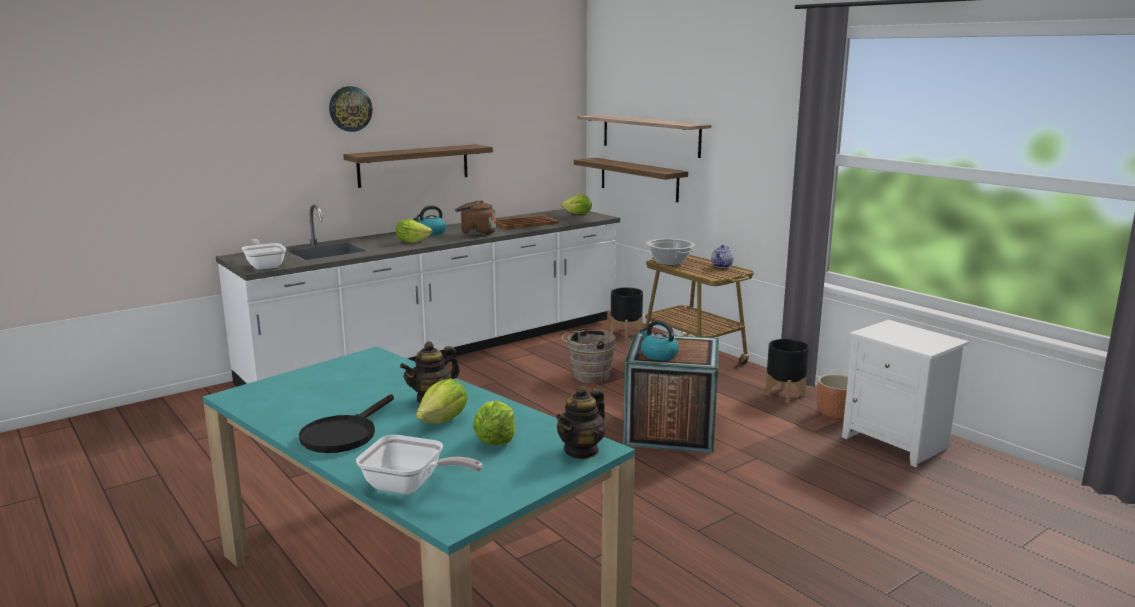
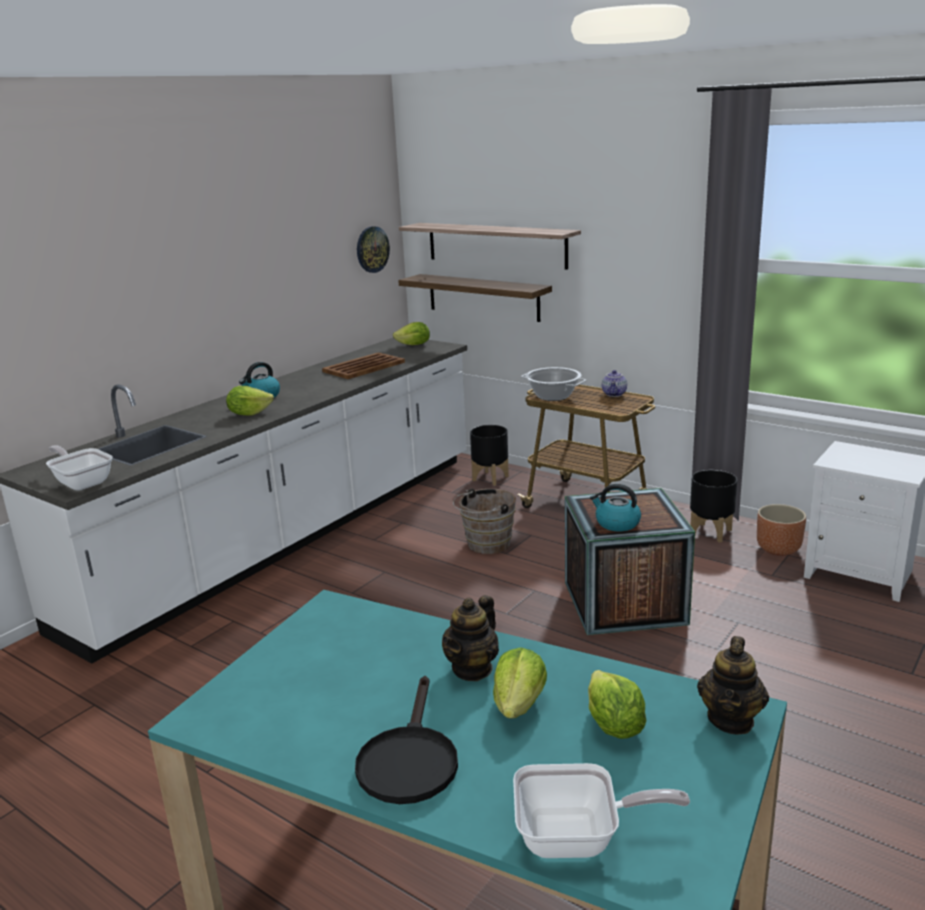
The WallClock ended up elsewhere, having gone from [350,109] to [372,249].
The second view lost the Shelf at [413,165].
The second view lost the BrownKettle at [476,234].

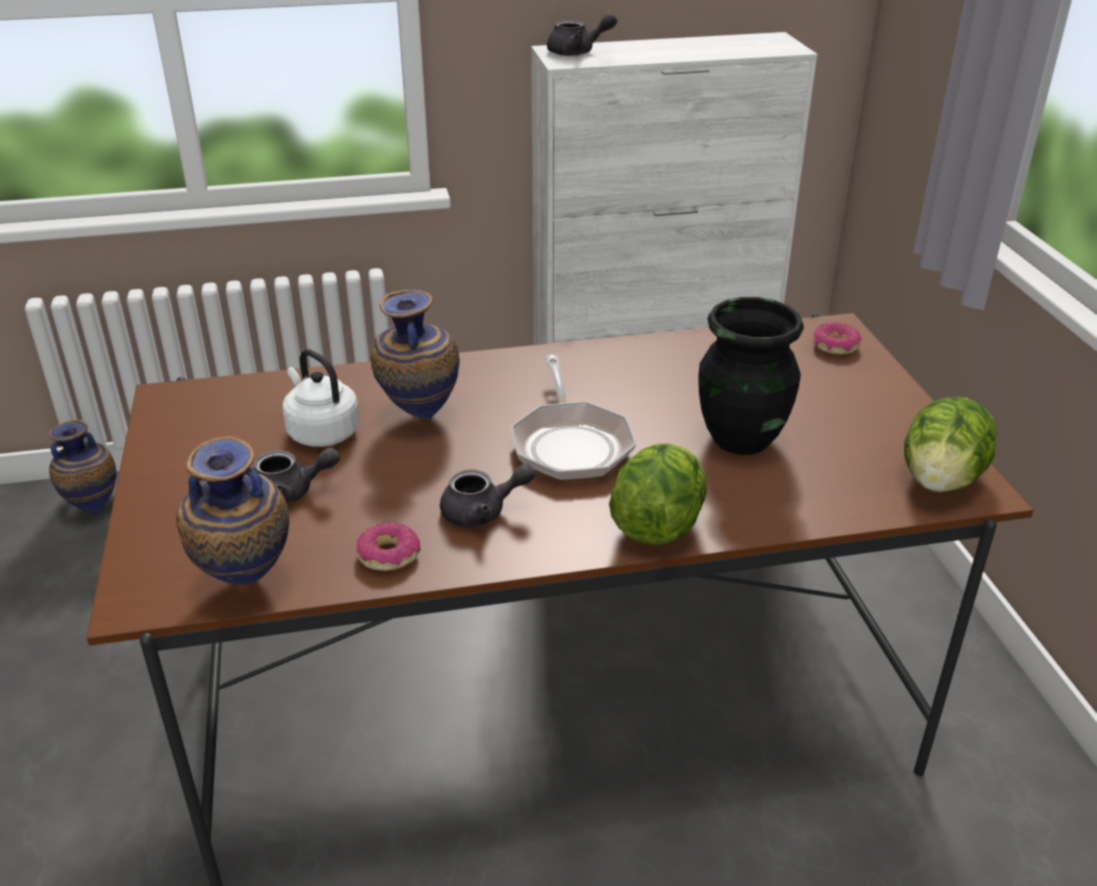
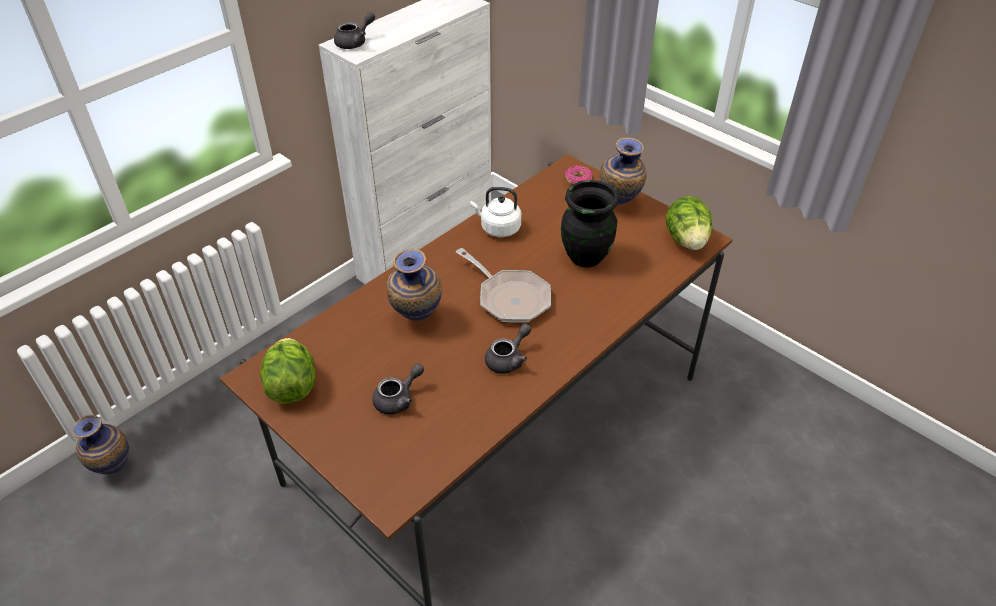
The Lettuce ended up elsewhere, having gone from [657,525] to [292,386].
The WhiteKettle ended up elsewhere, having gone from [321,432] to [498,228].
The Vase ended up elsewhere, having gone from [245,586] to [619,205].
The second view lost the Donut at [388,555].

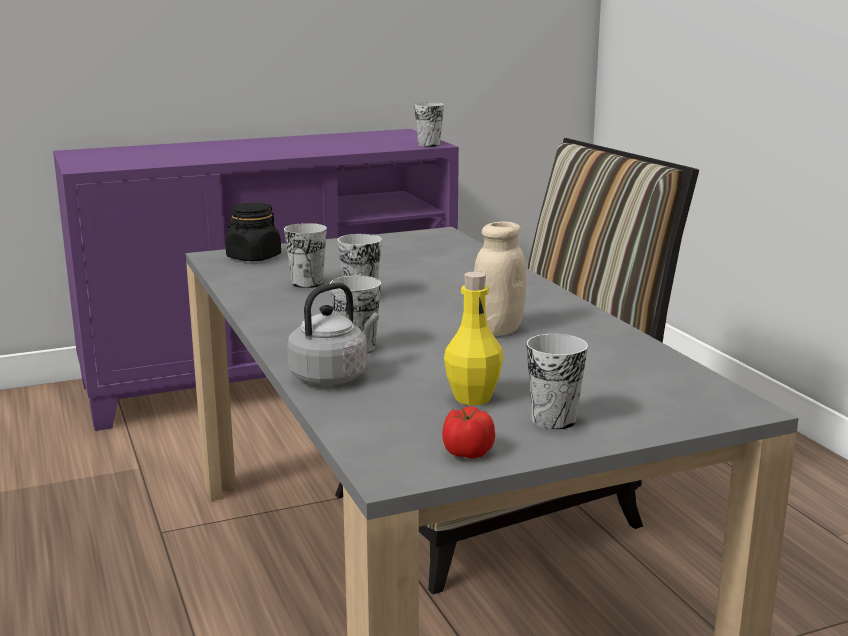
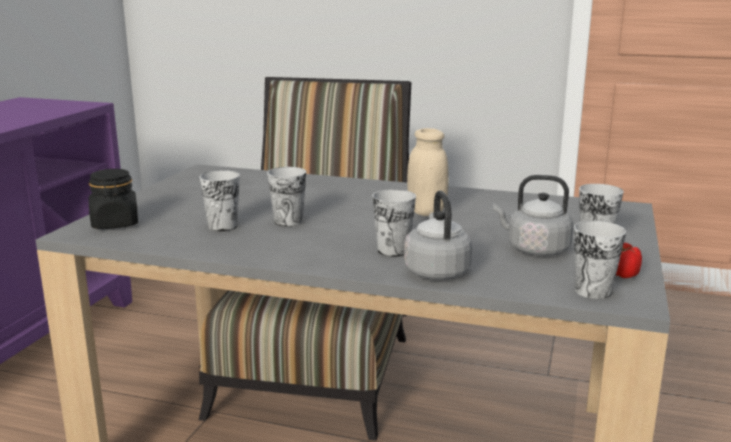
Where the YellowBottle stood at [473,398], the GreyKettle came to stand at [534,249].
The Cup ended up elsewhere, having gone from [429,145] to [593,291].

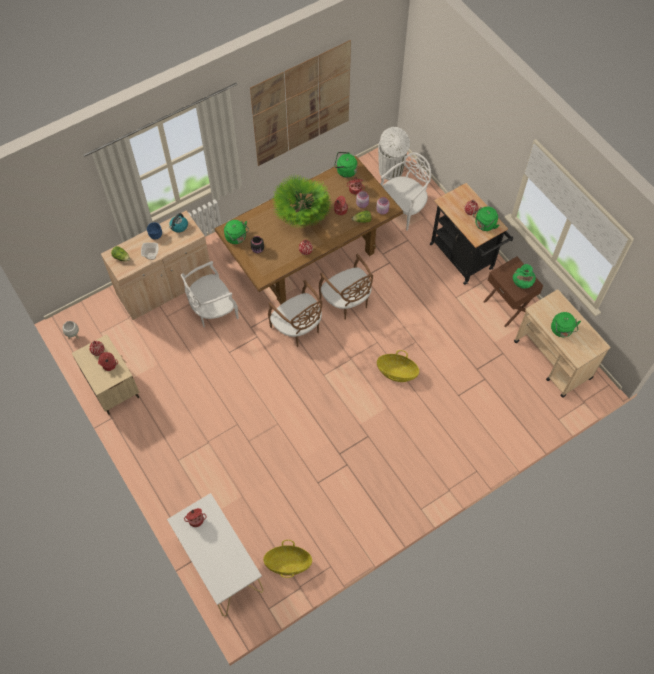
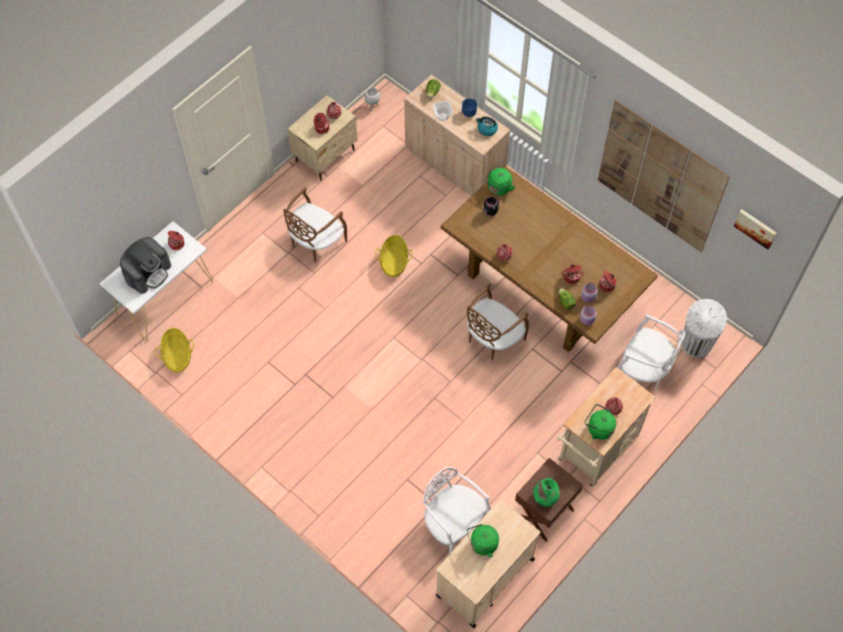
The second view gained the CoffeeMachine at [148,272].
The BrownChair ended up elsewhere, having gone from [298,328] to [315,242].
The Basket ended up elsewhere, having gone from [397,372] to [394,262].
The WhiteChair ended up elsewhere, having gone from [212,310] to [453,523].
What was the BlackCart at [464,259] turned into the BeigeCart at [595,452].
The second view gained the Picture at [756,228].
The second view lost the PottedPlant at [302,218].
The second view lost the GreenKettle at [345,171].

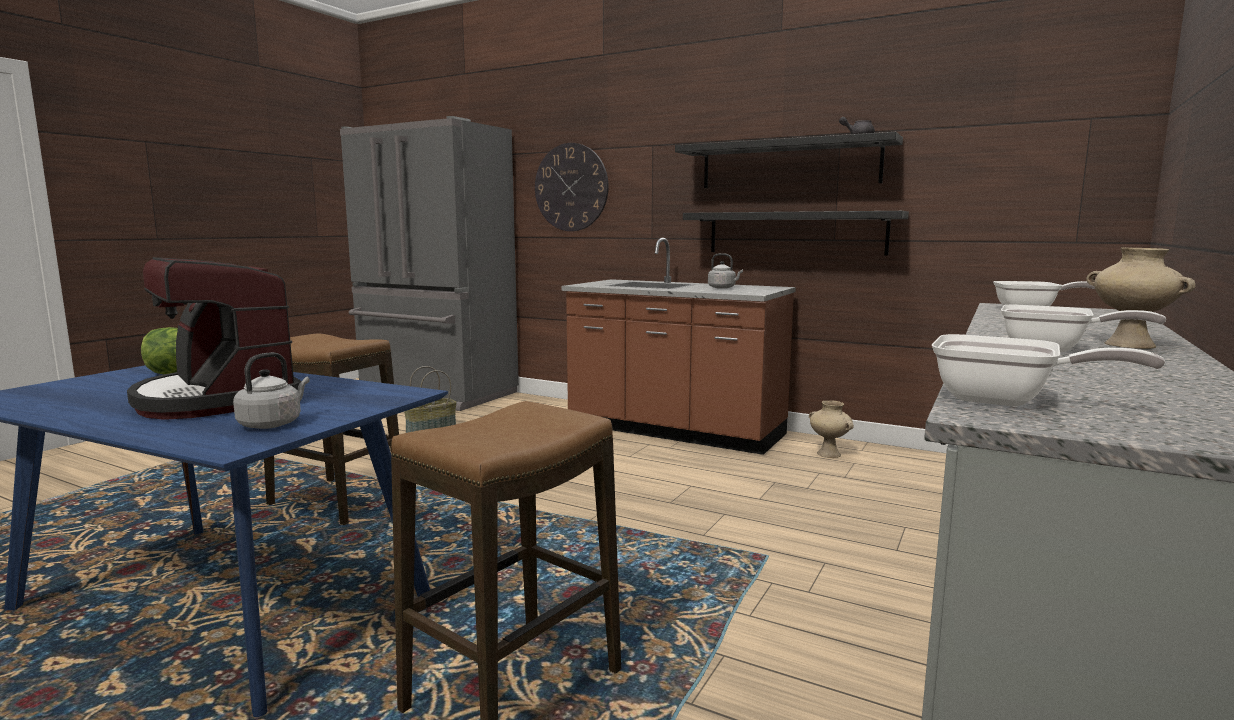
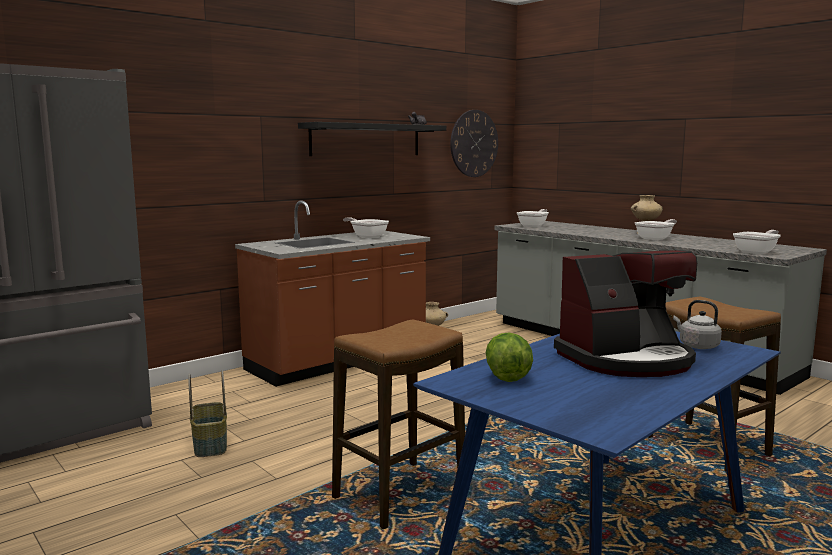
Where the GreyKettle stood at [723,288], the FryingPan came to stand at [367,236].
The WallClock ended up elsewhere, having gone from [571,187] to [474,143].
The second view lost the BlackShelf at [795,233].

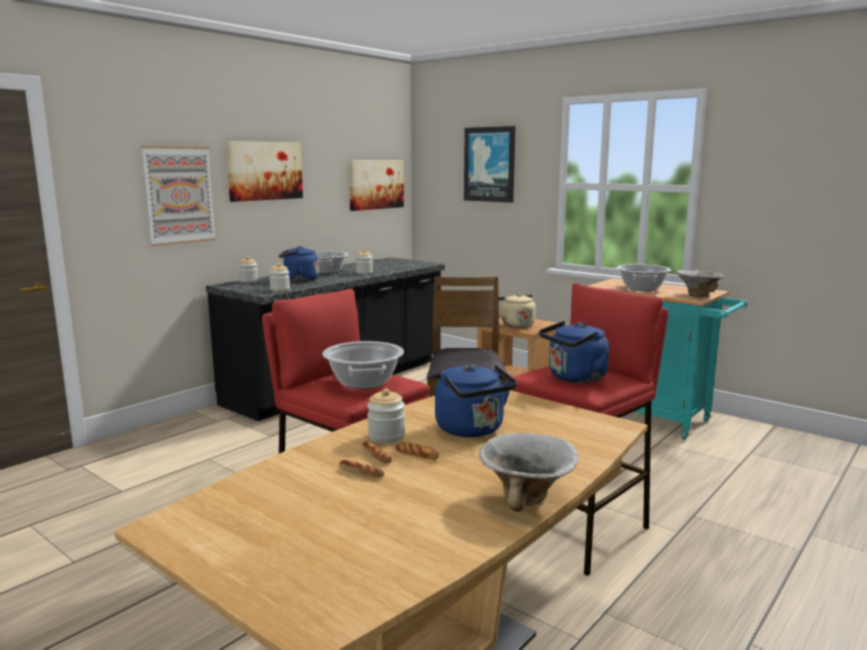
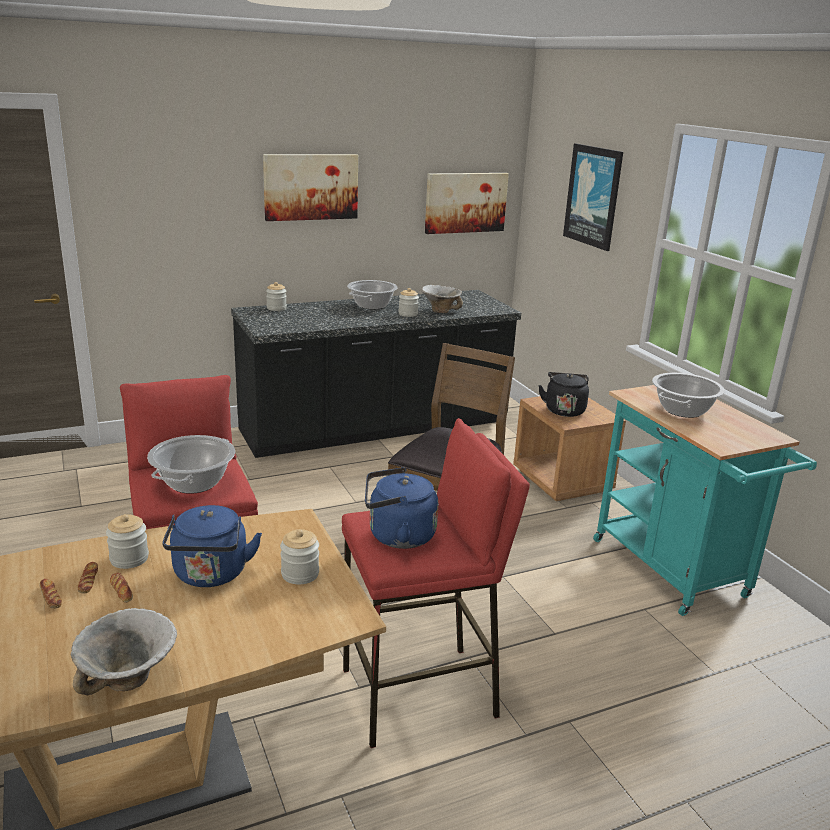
The Jar ended up elsewhere, having gone from [280,289] to [300,574].
The Bowl ended up elsewhere, having gone from [697,295] to [440,311].
What was the BeigeKettle at [516,325] turned into the BlackKettle at [564,410].
The second view lost the Picture at [179,195].
The second view lost the BlueKettle at [299,280].

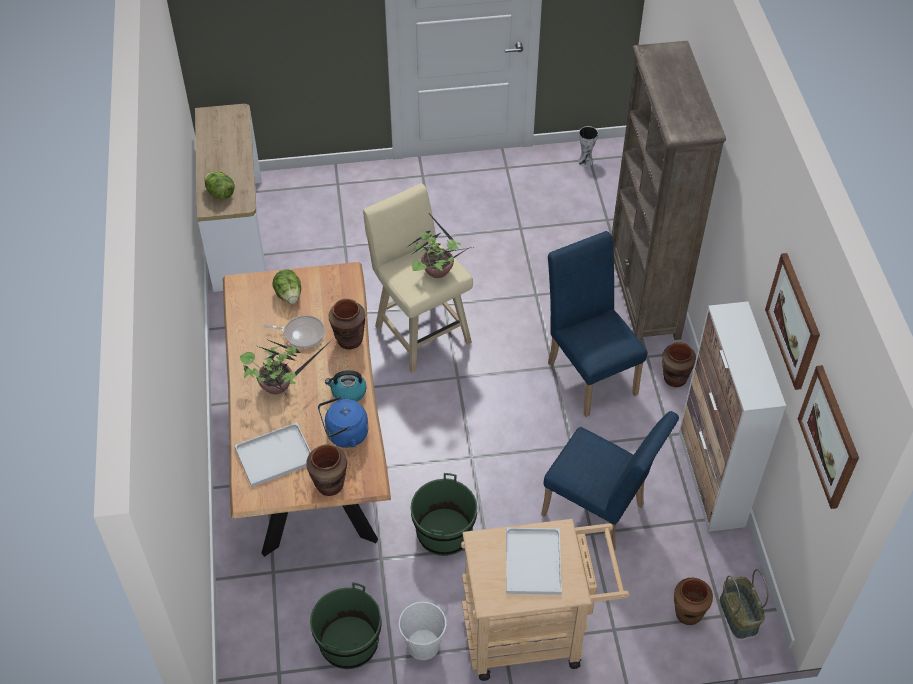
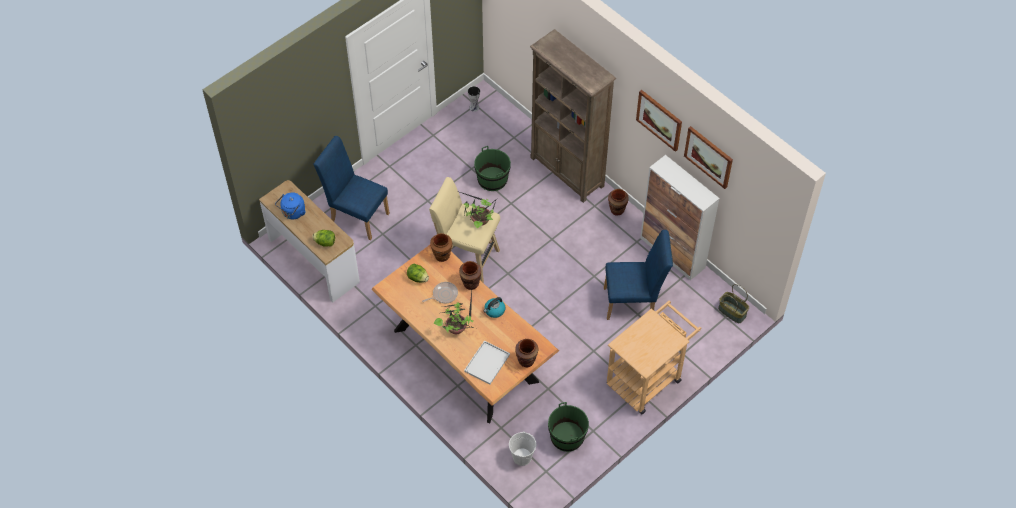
The BlueKettle ended up elsewhere, having gone from [344,435] to [292,213].
The BlueChair ended up elsewhere, having gone from [589,372] to [356,215].
The BrownVase ended up elsewhere, having gone from [688,614] to [442,256].
The GreenBucket ended up elsewhere, having gone from [444,532] to [492,179].
The WhiteBucket ended up elsewhere, having gone from [423,645] to [522,457].
The Picture ended up elsewhere, having gone from [829,436] to [659,119].
The second view lost the WhiteTray at [532,560].

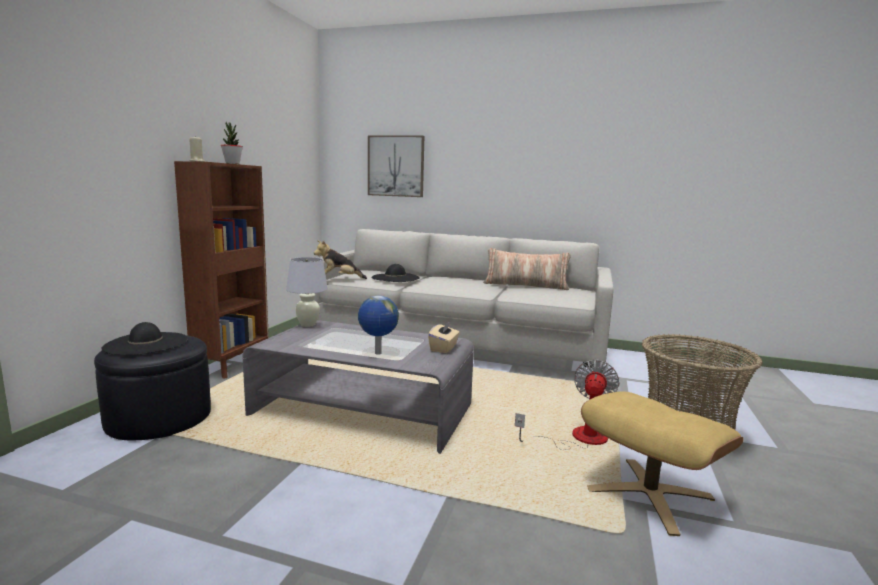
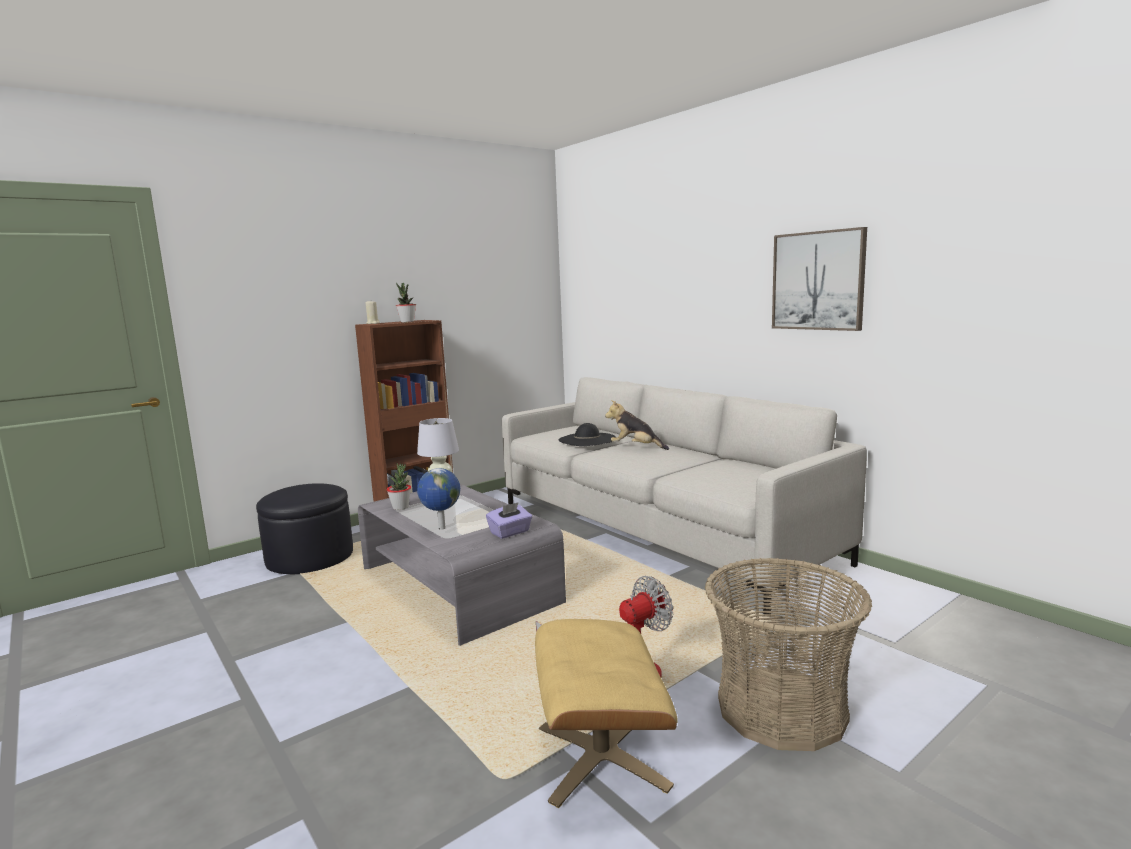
The second view gained the PottedPlant at [400,507].
What was the BeigeTissueBox at [443,348] turned into the PurpleTissueBox at [510,532].
The PlushToy ended up elsewhere, having gone from [339,279] to [635,447].
The Picture ended up elsewhere, having gone from [396,166] to [818,281].
The second view lost the BlackHat at [146,343].
The second view lost the Pillow at [525,285].

